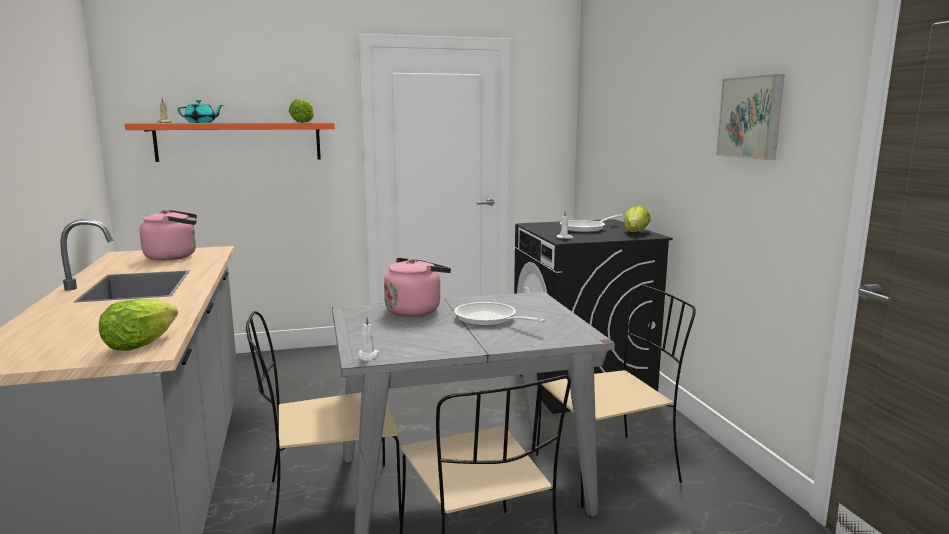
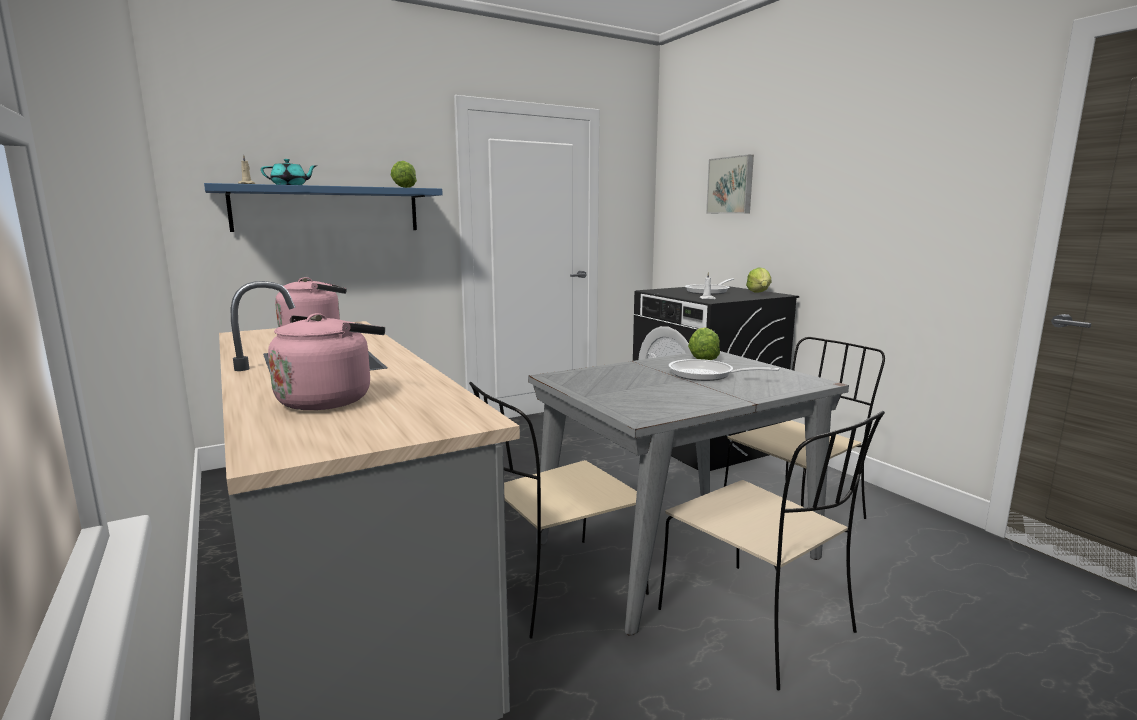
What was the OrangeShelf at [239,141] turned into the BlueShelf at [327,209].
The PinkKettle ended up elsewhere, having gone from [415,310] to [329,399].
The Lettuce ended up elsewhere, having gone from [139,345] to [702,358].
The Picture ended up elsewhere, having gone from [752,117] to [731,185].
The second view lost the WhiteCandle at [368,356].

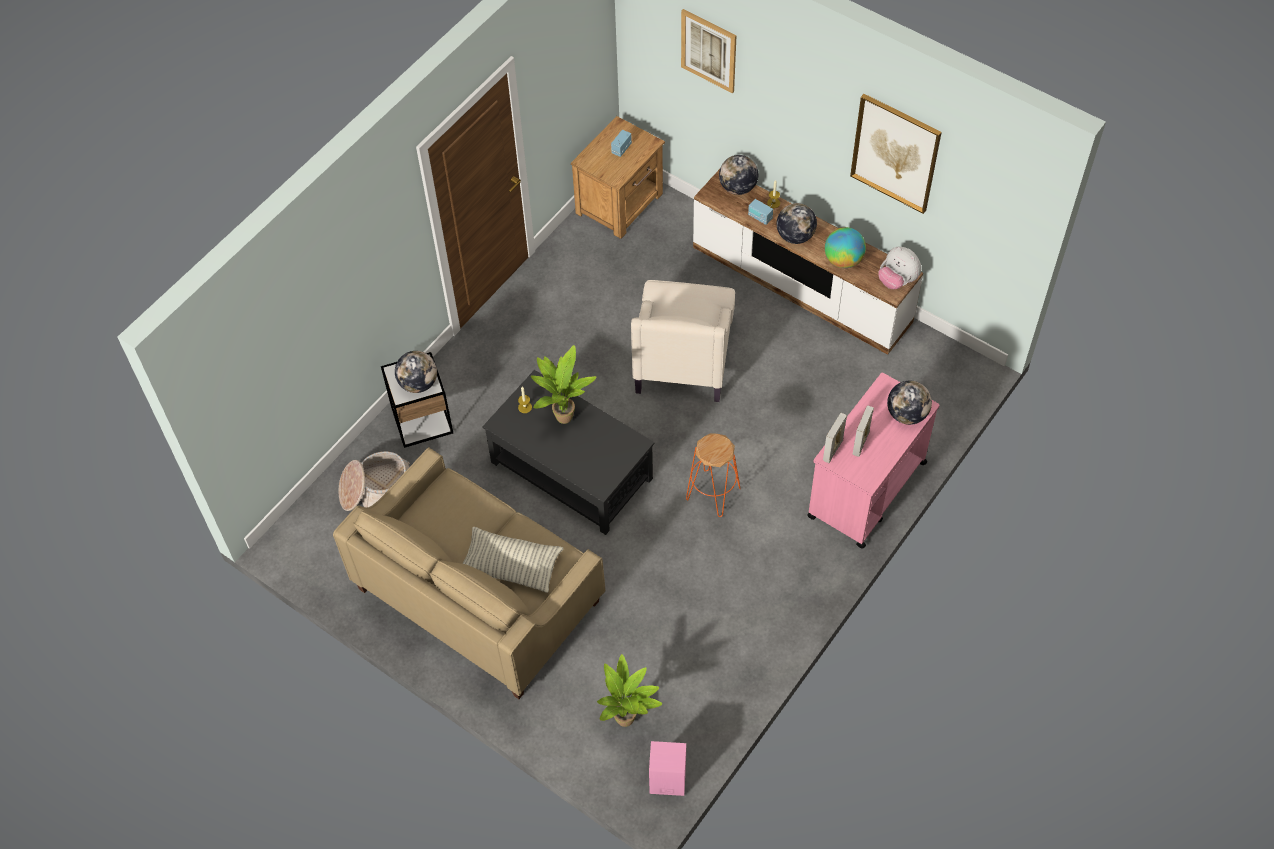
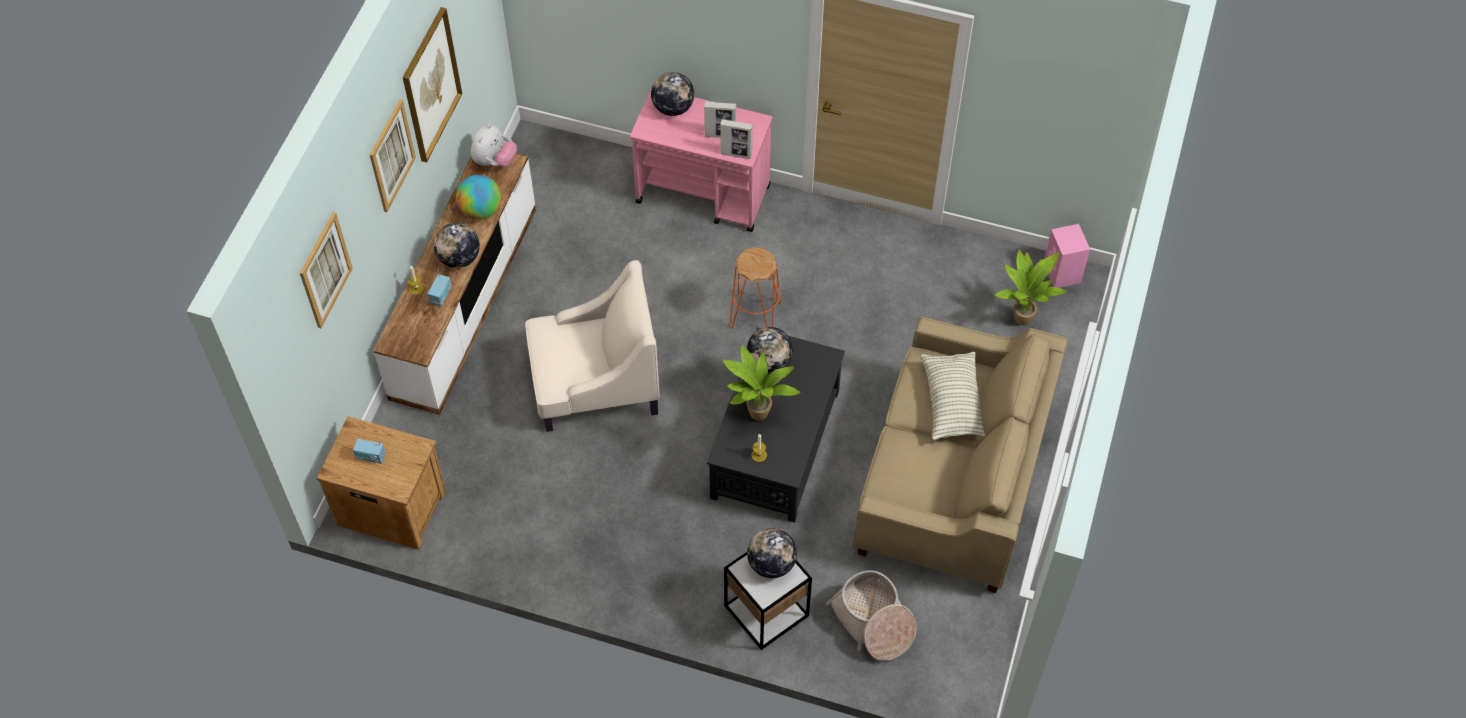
The second view gained the Picture at [391,155].
The Globe ended up elsewhere, having gone from [738,187] to [769,362].

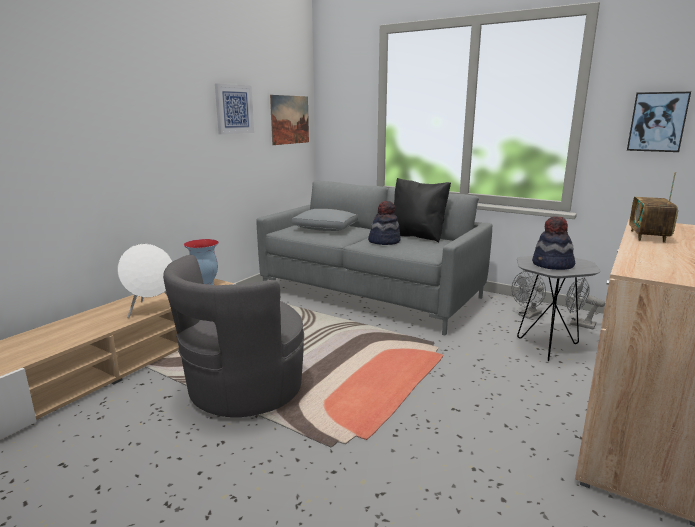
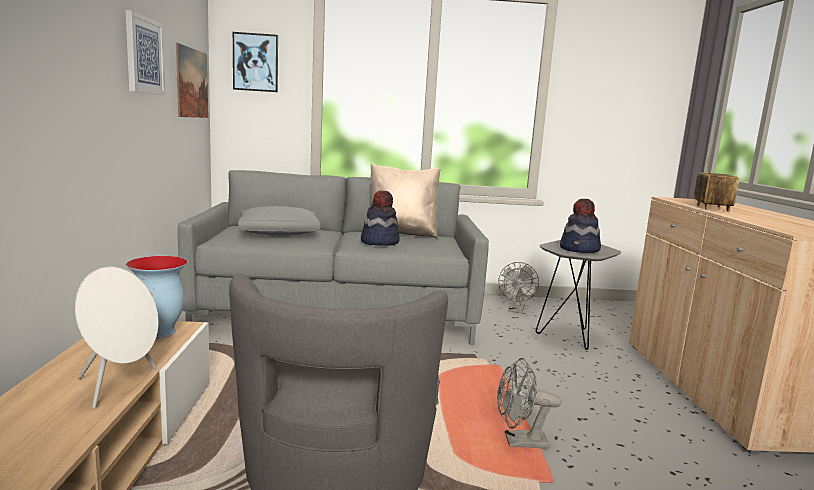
The Picture ended up elsewhere, having gone from [657,122] to [256,62].
What was the BlackPillow at [416,236] turned into the BeigePillow at [401,234].
The GreyFan ended up elsewhere, having gone from [578,324] to [519,442].
The Radio at [648,236] ended up facing another way, 150 degrees counterclockwise from before.

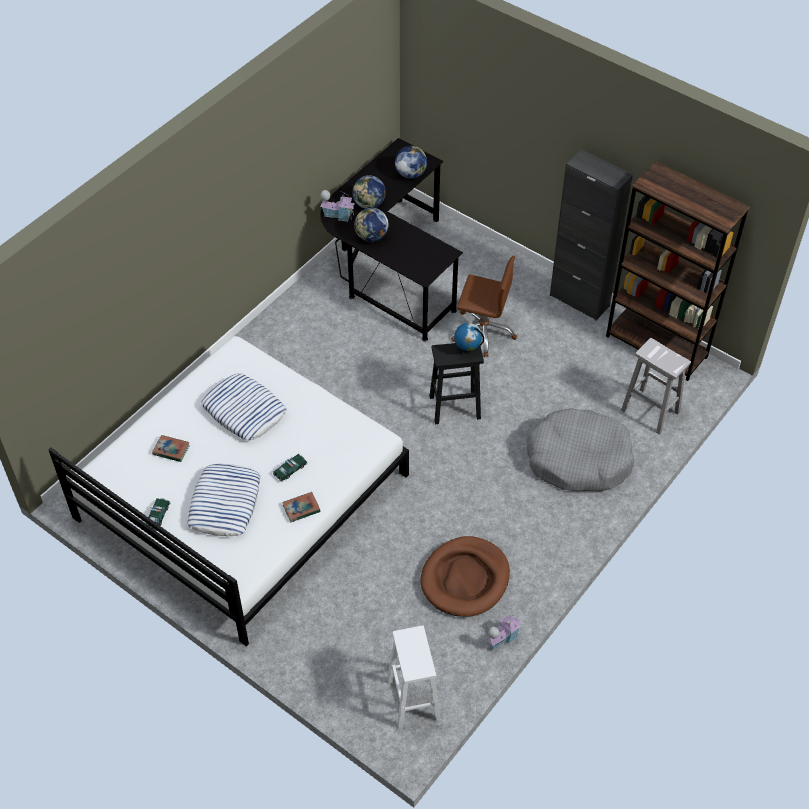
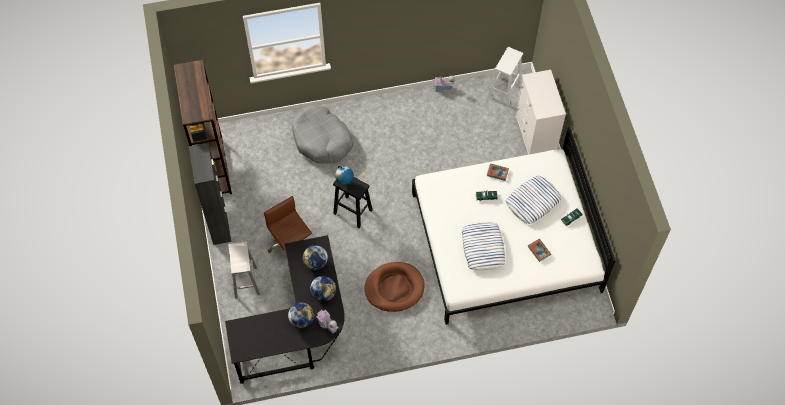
The WhiteStool ended up elsewhere, having gone from [651,412] to [245,281].
The Globe ended up elsewhere, having gone from [410,174] to [315,263].
The BrownDogBed ended up elsewhere, having gone from [465,579] to [394,288].
The second view gained the WhiteDresser at [535,136].

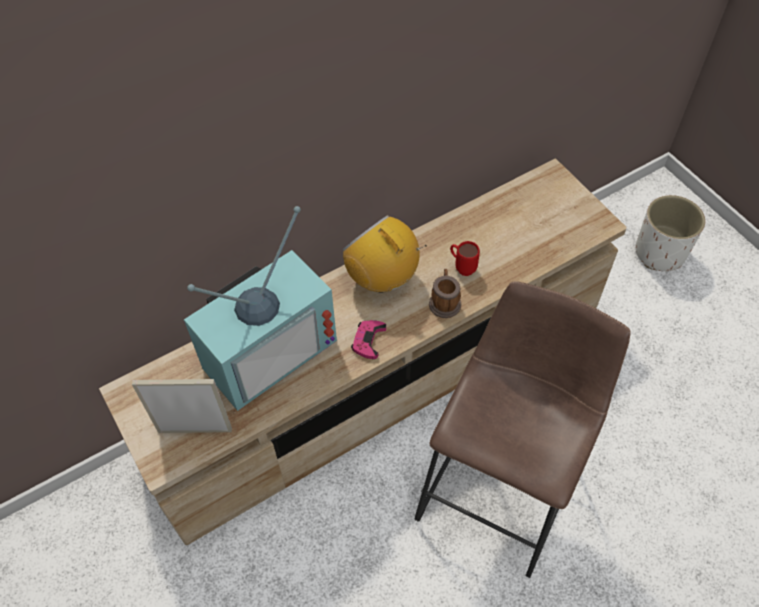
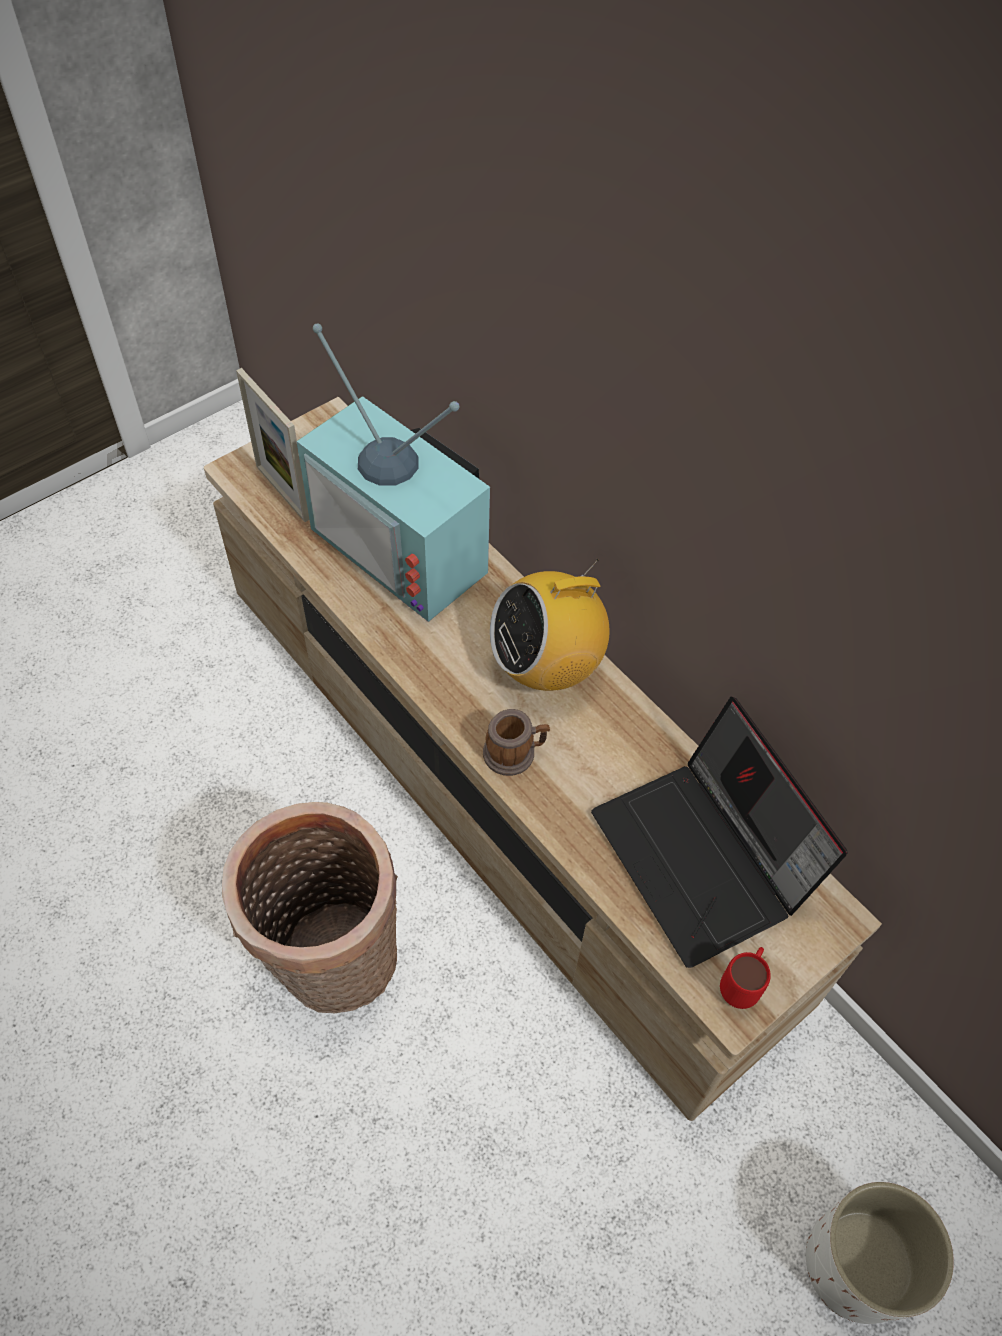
Where the BrownStool stood at [502,484], the Basket came to stand at [331,962].
The PictureFrame at [195,430] ended up facing another way, 150 degrees clockwise from before.
The Radio at [382,278] ended up facing another way, 150 degrees counterclockwise from before.
The second view gained the Laptop at [704,860].
The RedMug ended up elsewhere, having gone from [462,267] to [741,986].
The second view lost the PinkGameController at [368,340].

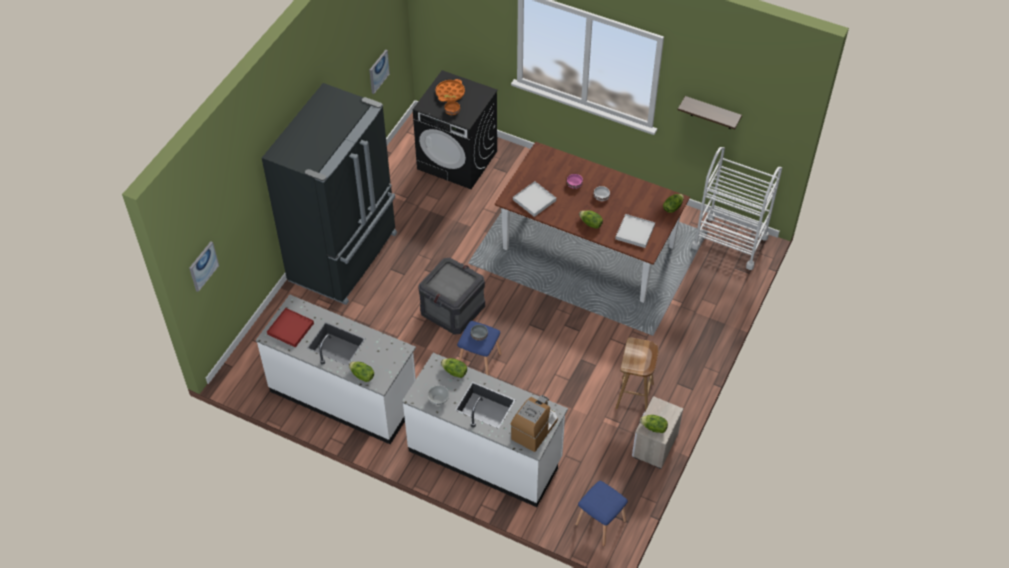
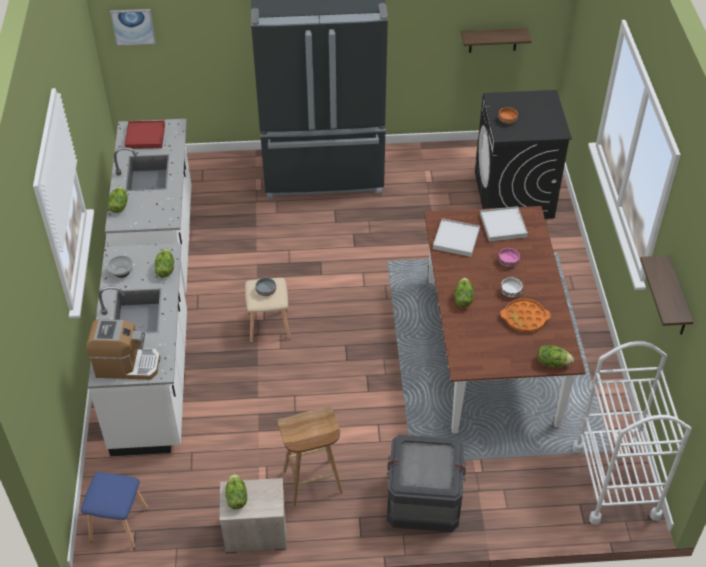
What was the BlueStool at [478,361] turned into the BeigeStool at [268,325].
The Crate ended up elsewhere, having gone from [453,310] to [423,501].
Where the Picture hung at [378,71], the Shelf came to hang at [493,40].
The WhiteTray ended up elsewhere, having gone from [634,232] to [503,225].
The OrangeTray ended up elsewhere, having gone from [450,93] to [524,318].

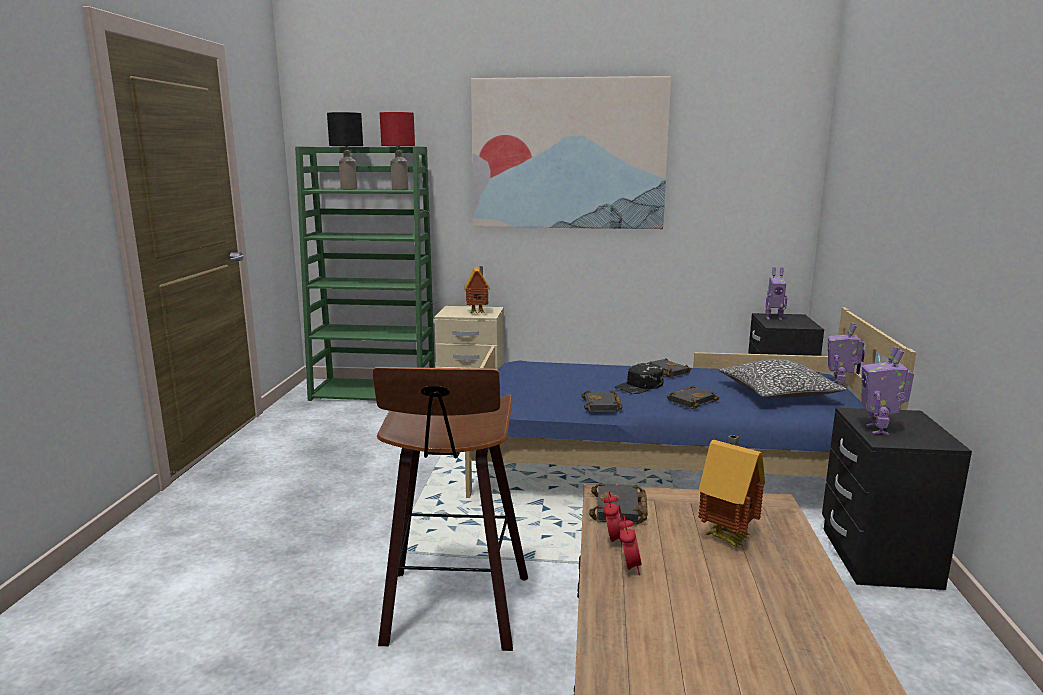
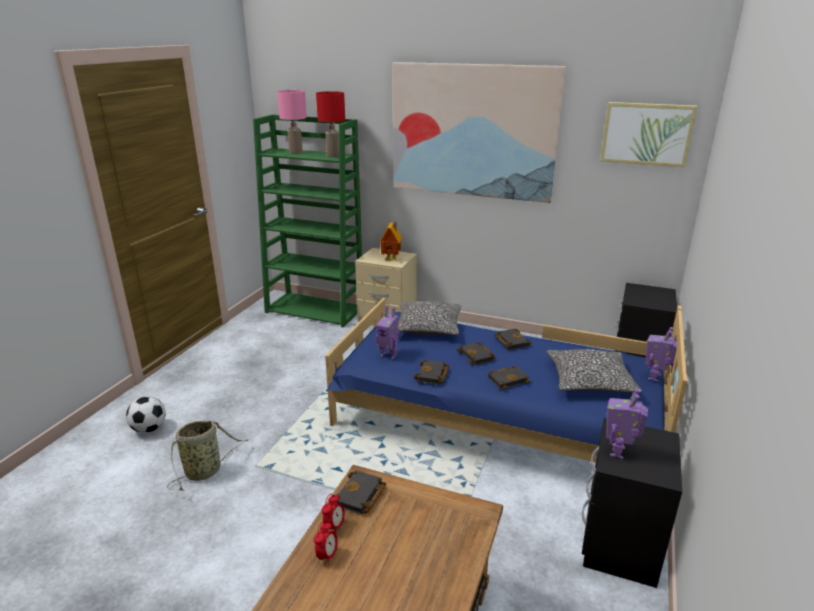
The second view gained the Football at [149,429].
The second view gained the Basket at [206,471].
What was the BlackTableLamp at [349,189] turned into the PinkTableLamp at [296,152].
The ToyRobot ended up elsewhere, having gone from [773,318] to [388,355].
The second view gained the Pillow at [428,327].
Where the BlackCap stood at [639,386], the BlackBook came to stand at [477,356].
The second view gained the Picture at [646,134].
The second view lost the Stool at [454,612].
The second view lost the ToyHouse at [727,537].

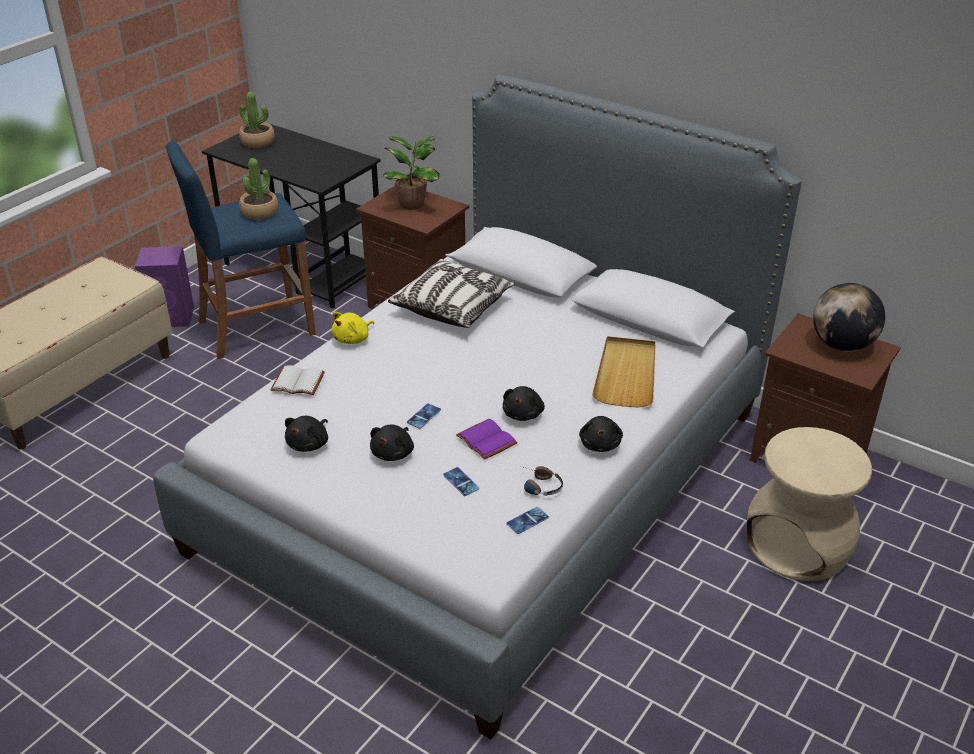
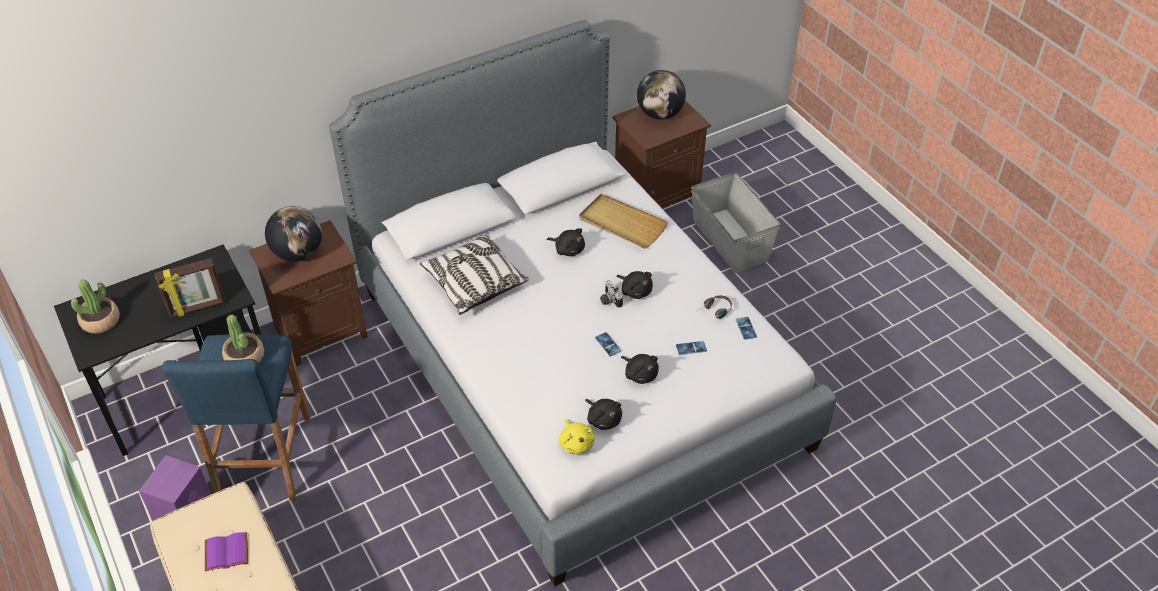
The second view gained the PictureFrame at [197,308].
The PurpleBook ended up elsewhere, having gone from [488,440] to [227,551].
Where the PottedPlant stood at [413,204], the Globe came to stand at [298,253].
The BlackPlushToy ended up elsewhere, having gone from [600,444] to [568,249].
The YellowPlushToy ended up elsewhere, having gone from [353,339] to [576,443].
The second view gained the PhotoCamera at [609,300].
Where the BeigeStool stood at [798,545], the GreyStorageBox came to stand at [730,239].
The second view lost the WhiteBook at [299,381].

